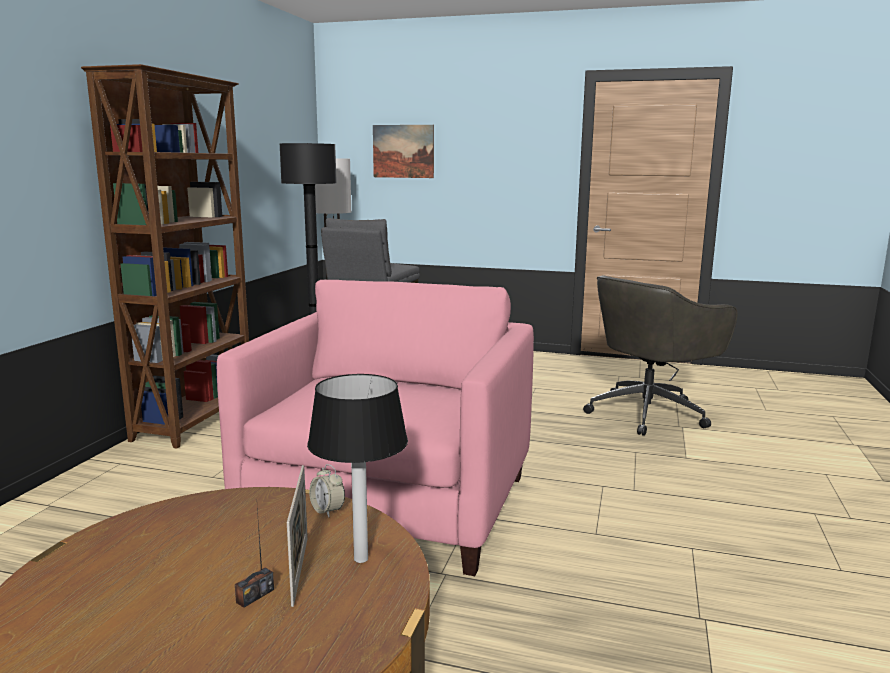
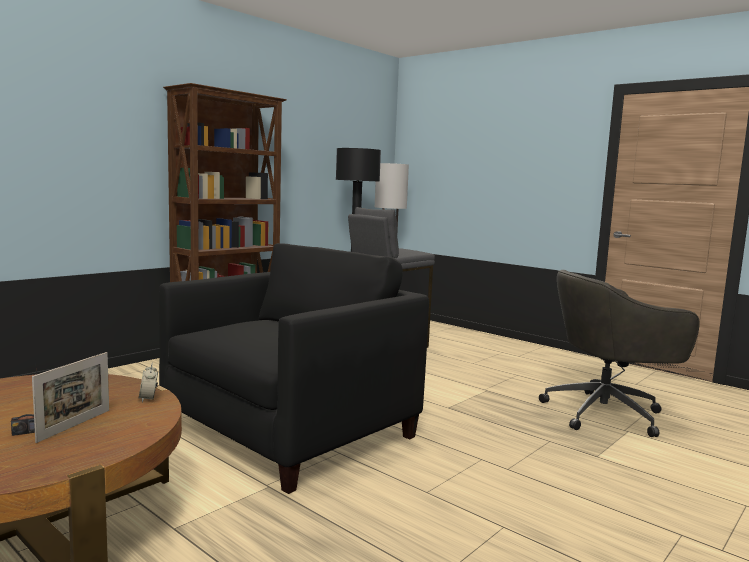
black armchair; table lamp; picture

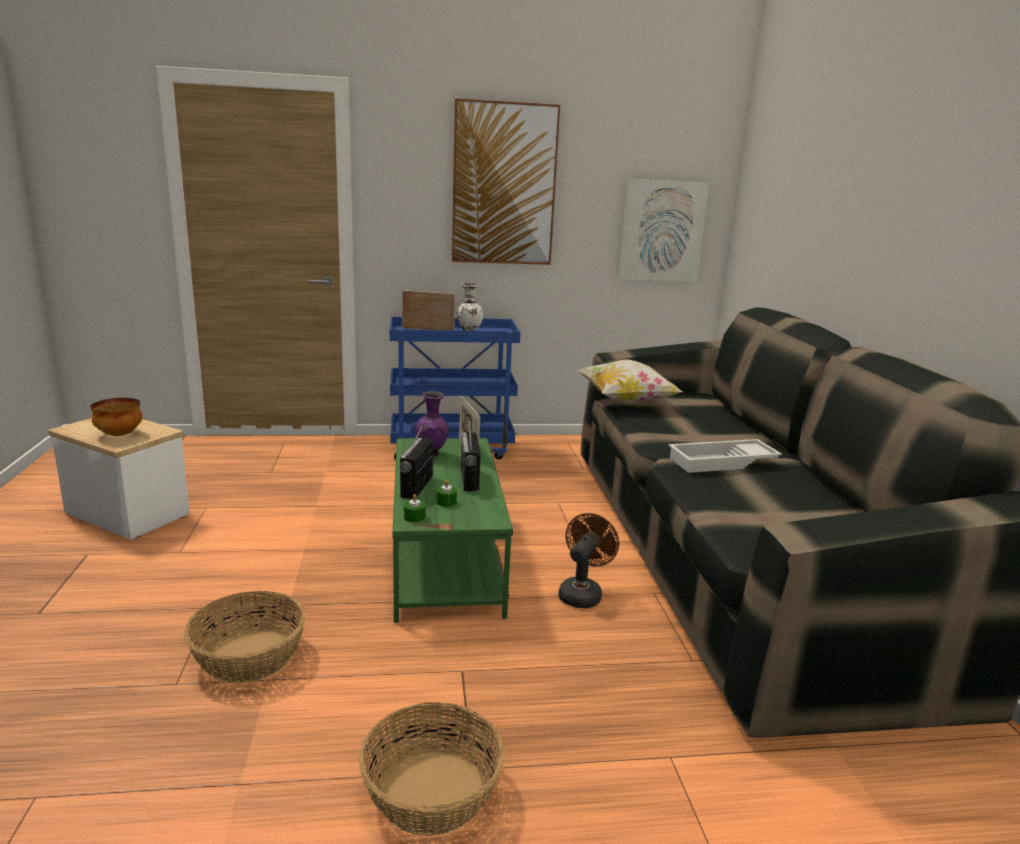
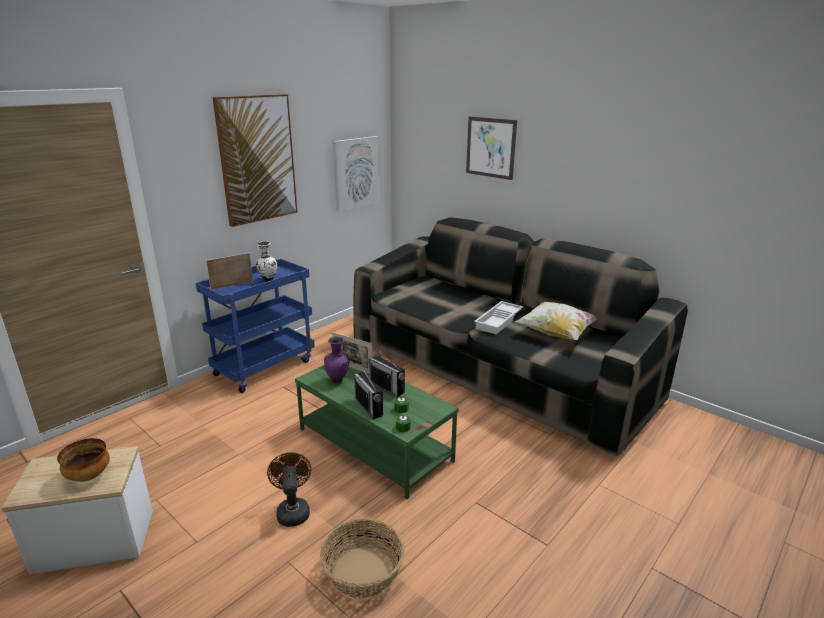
brown fan; picture (no. 3 from left); pillow; basket (no. 2 from left in the first image)

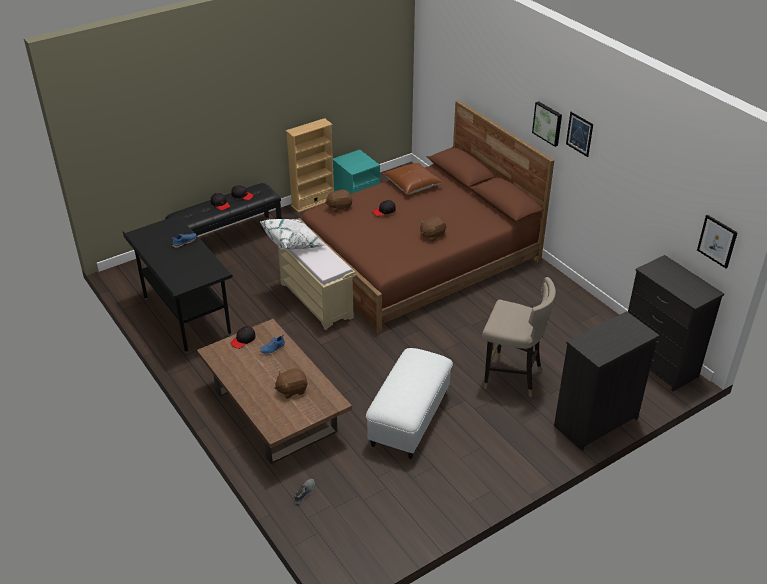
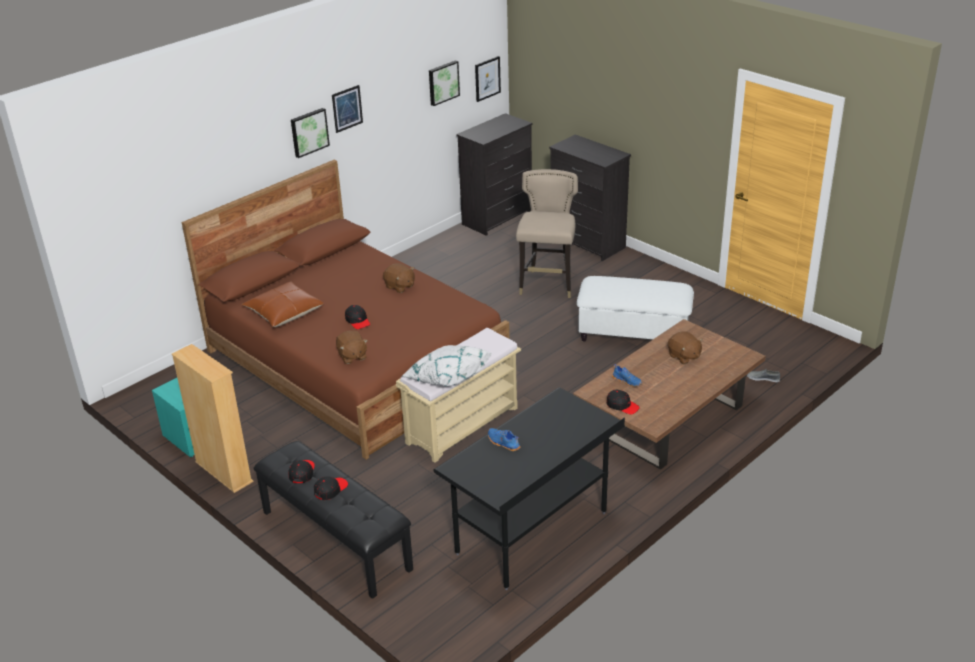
picture (no. 3 from left)

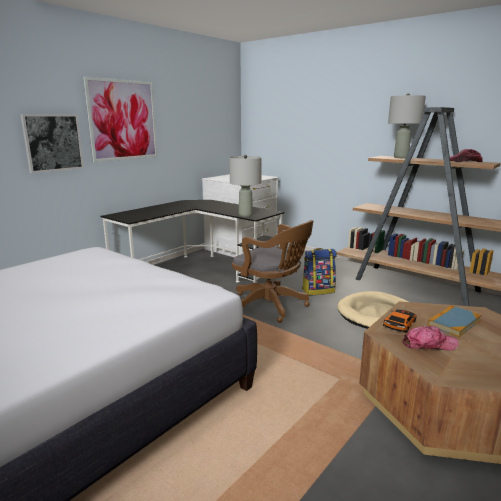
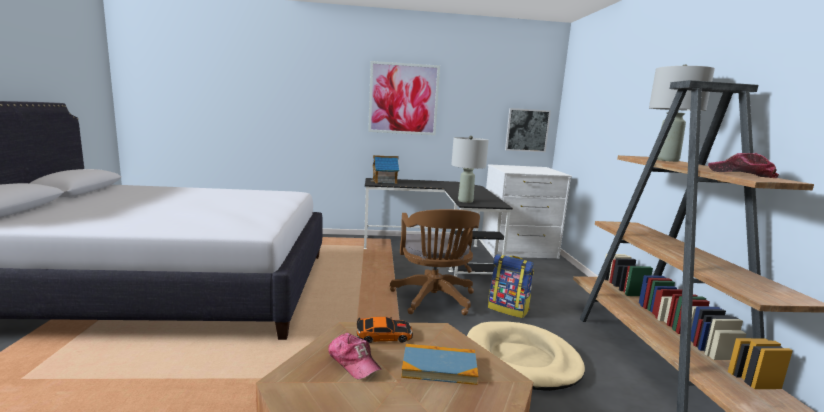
toy house; picture (no. 2 from left)

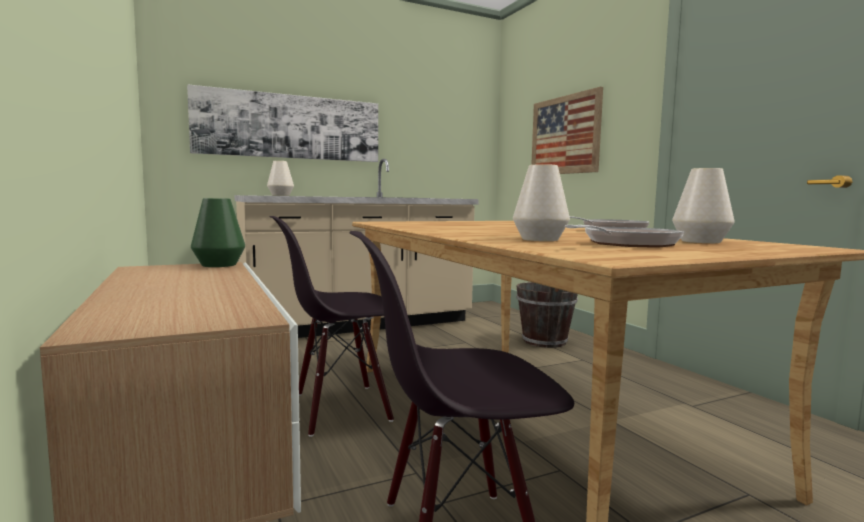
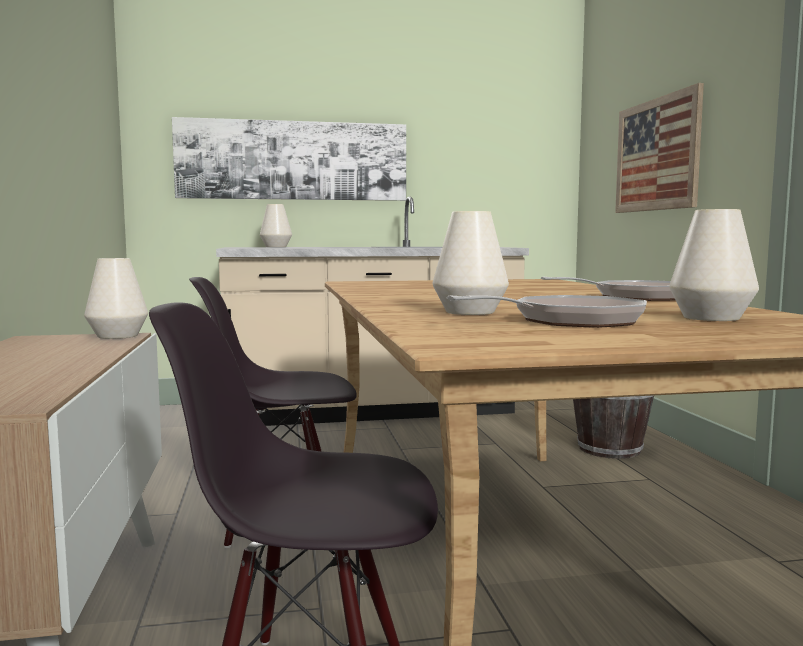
white vase (no. 1 from left)

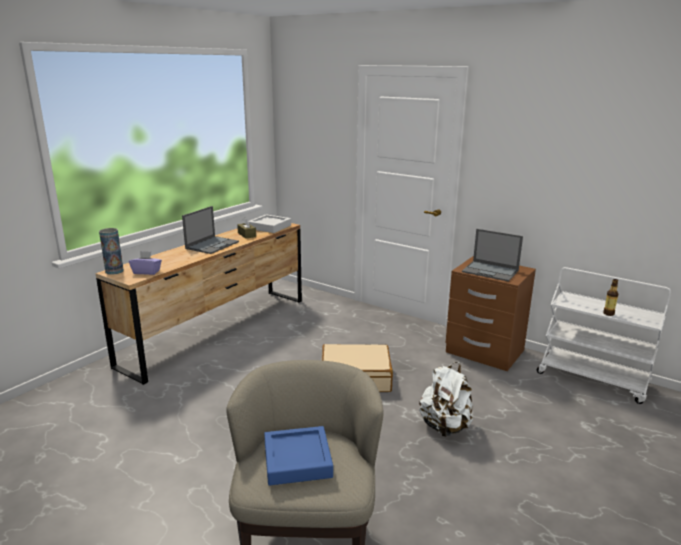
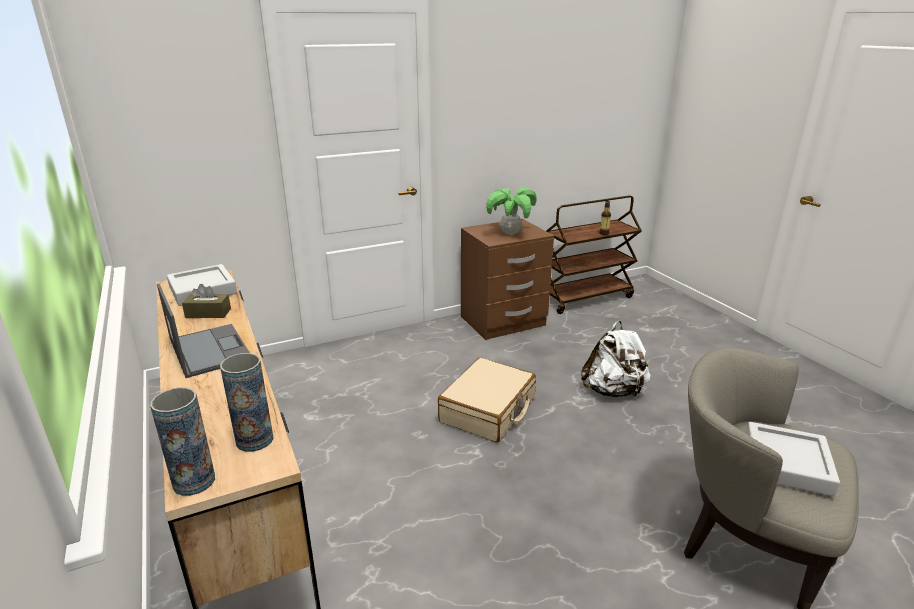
vase (no. 2 from left); potted plant; brown cart; grey tray (no. 2 from left)

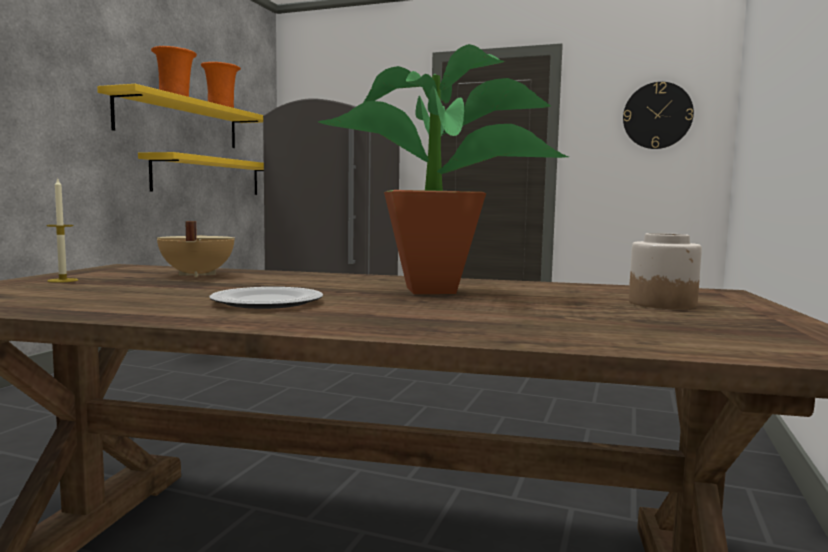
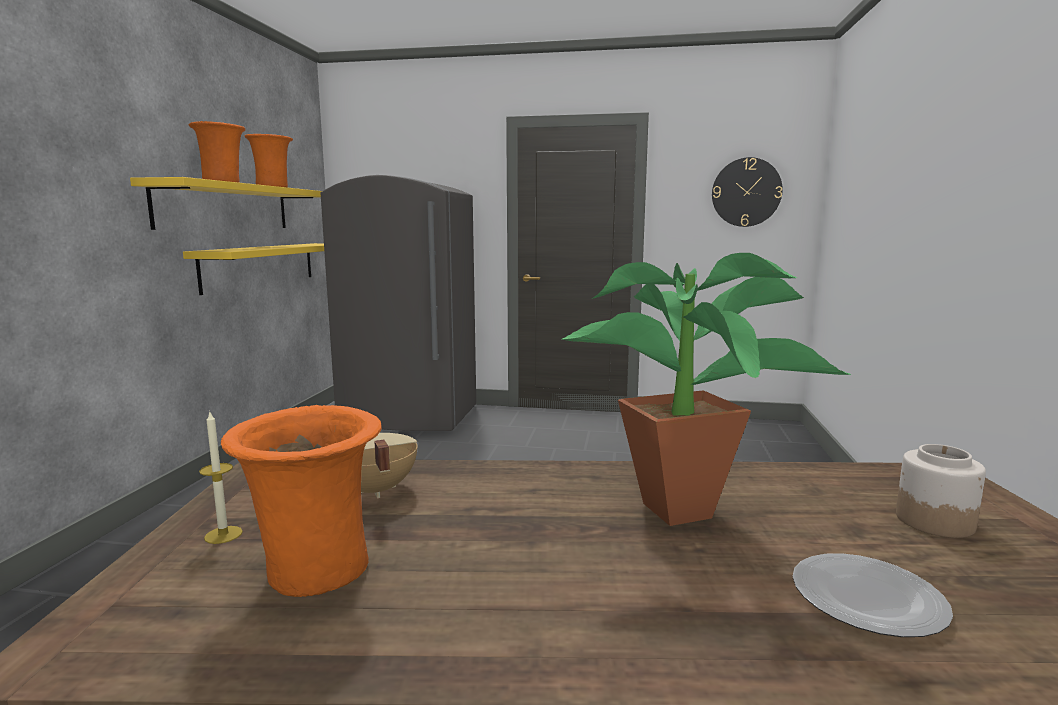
orange vase (no. 3 from left); plate

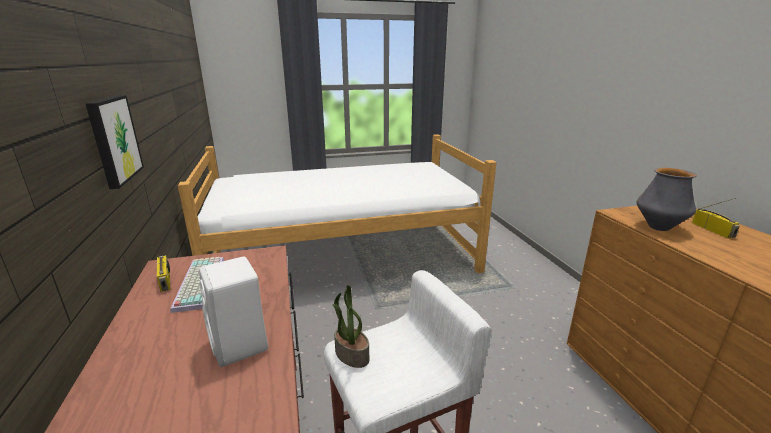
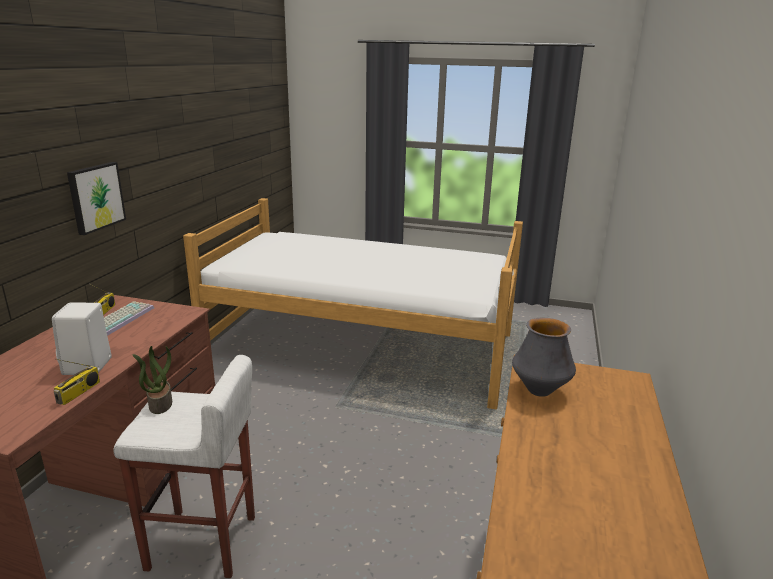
radio (no. 1 from left)

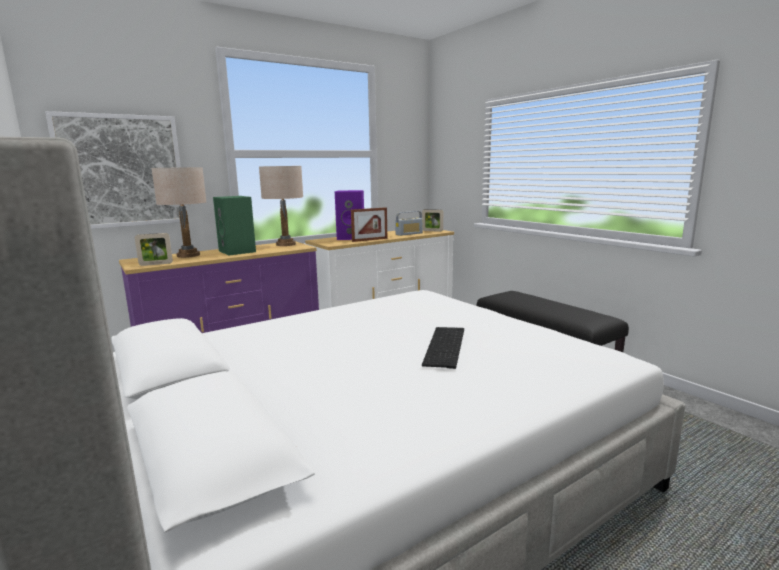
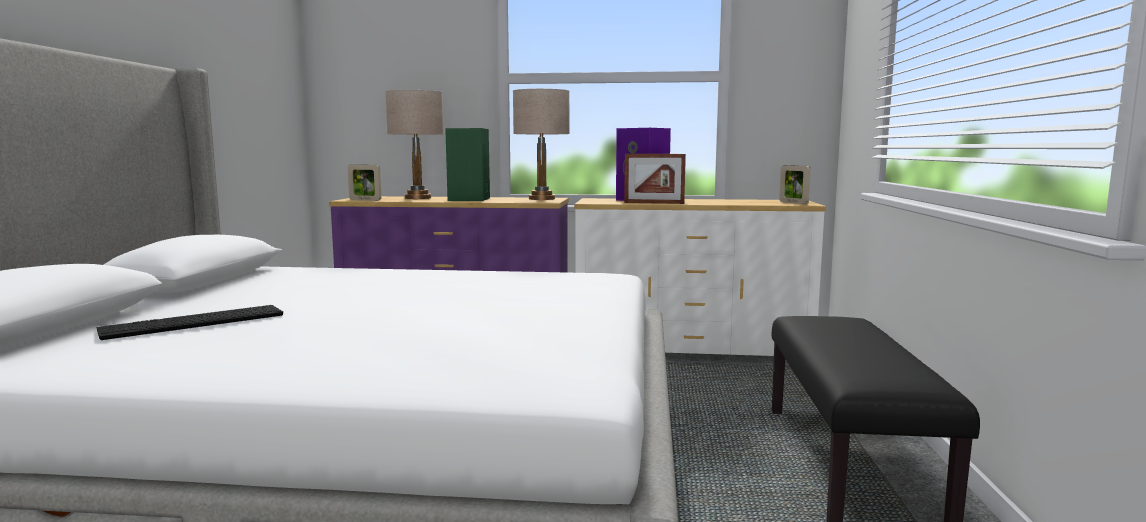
keyboard; picture; radio

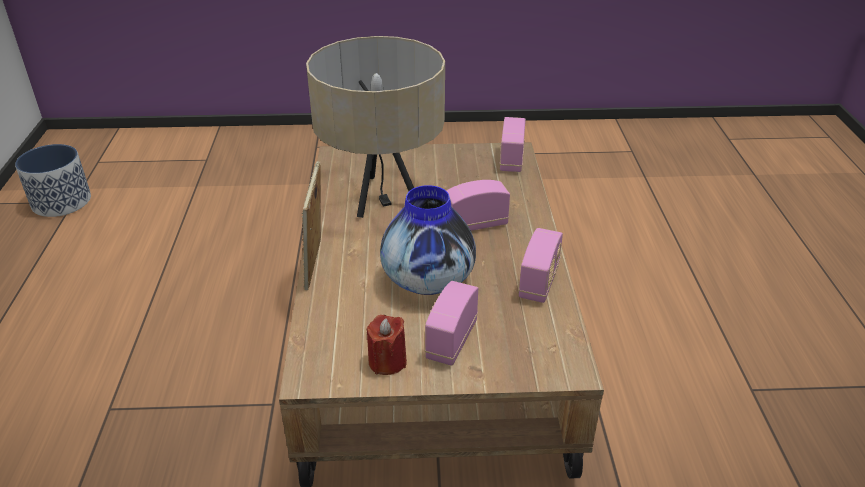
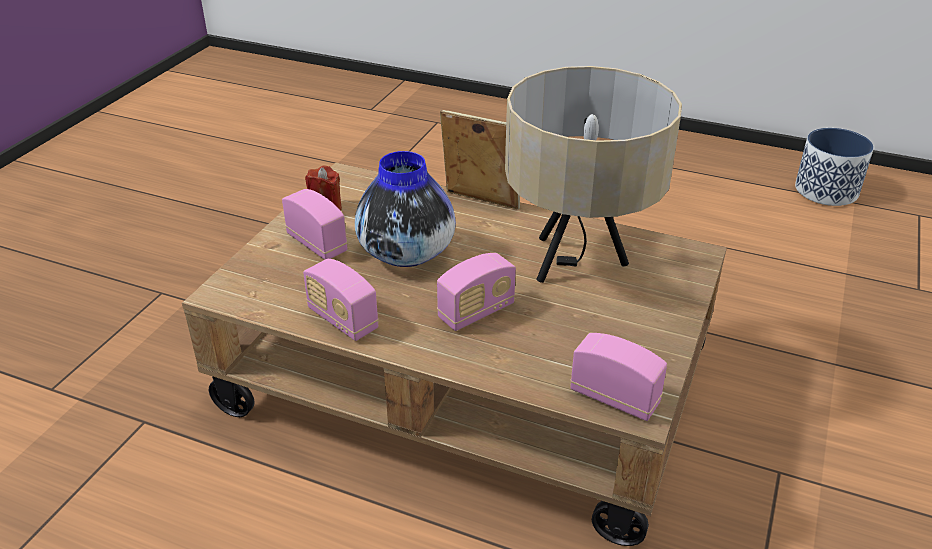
radio (no. 3 from left)

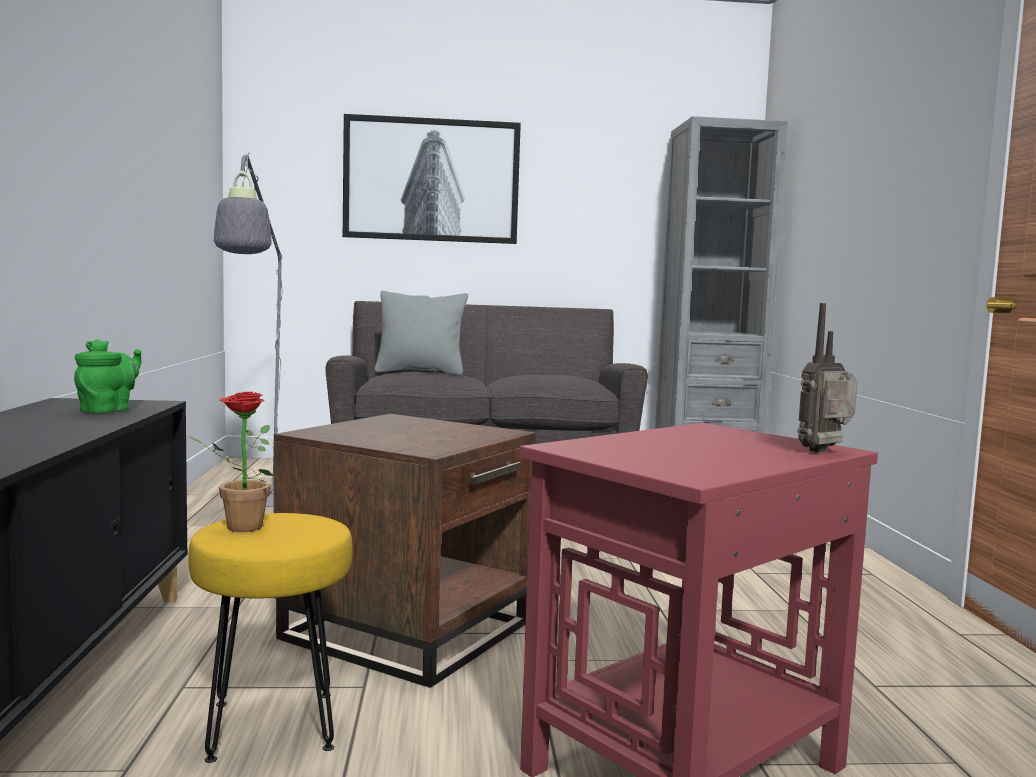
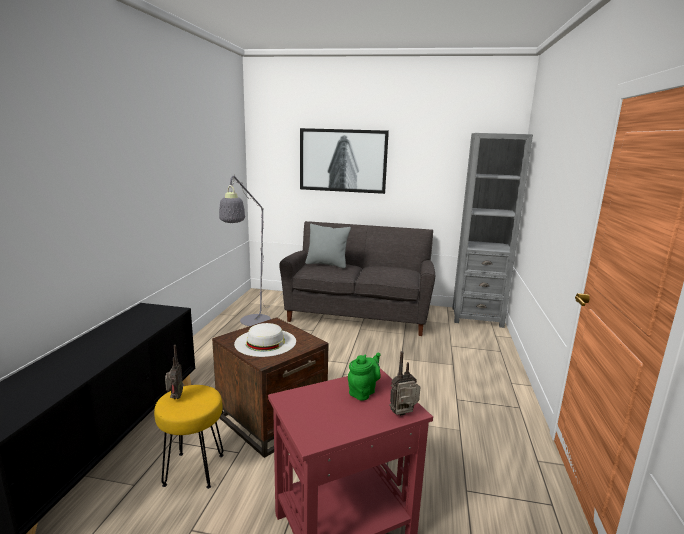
radio (no. 1 from left); white hat; green teapot

